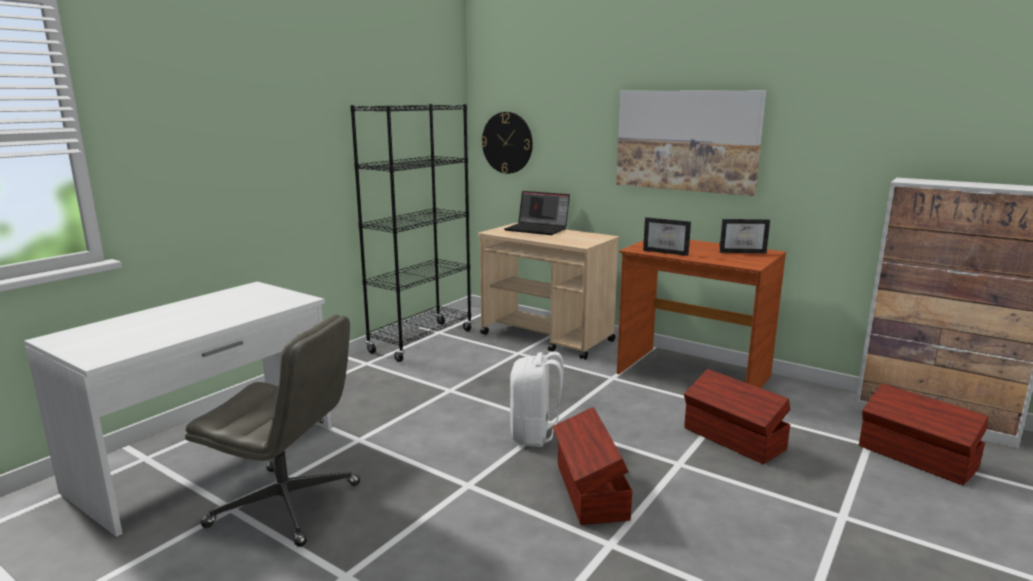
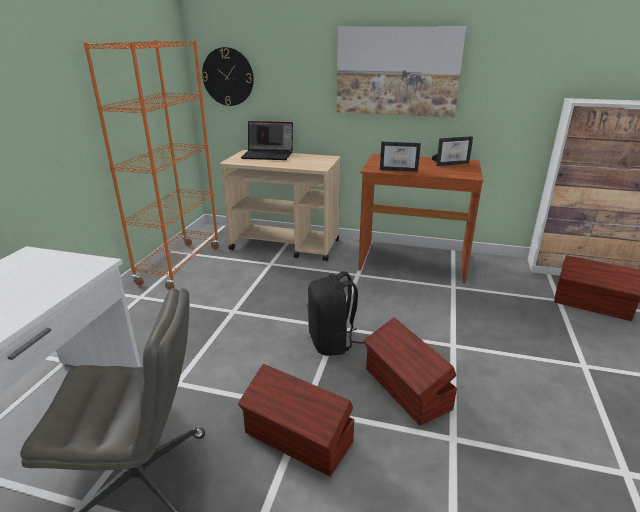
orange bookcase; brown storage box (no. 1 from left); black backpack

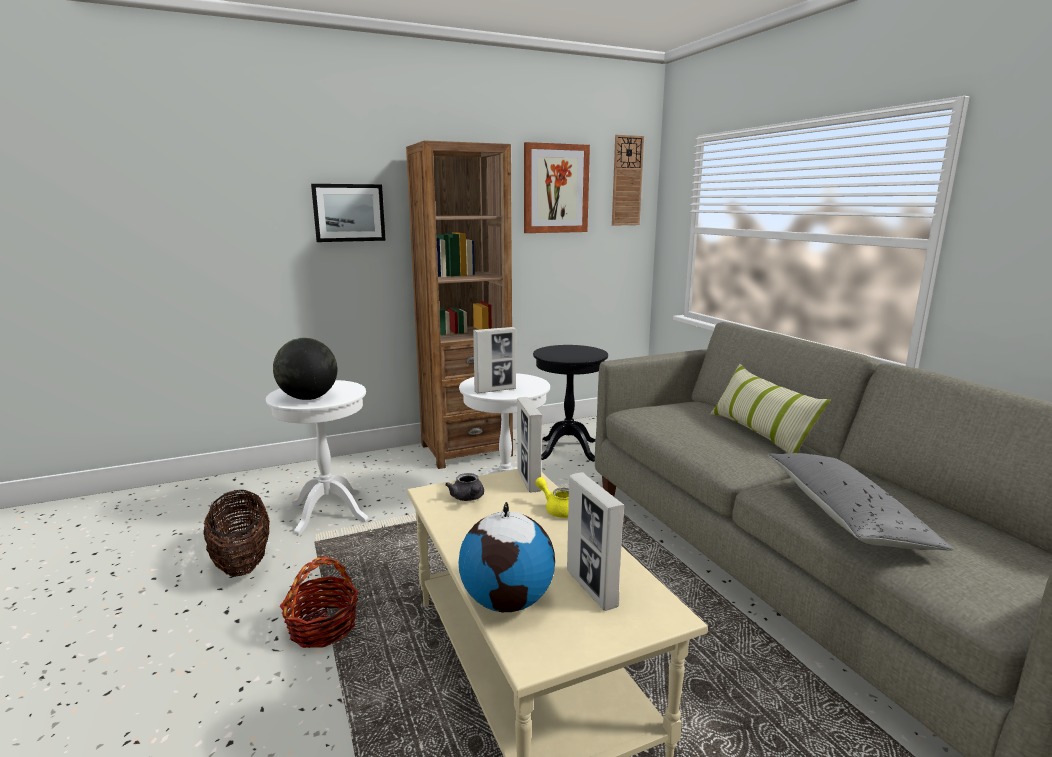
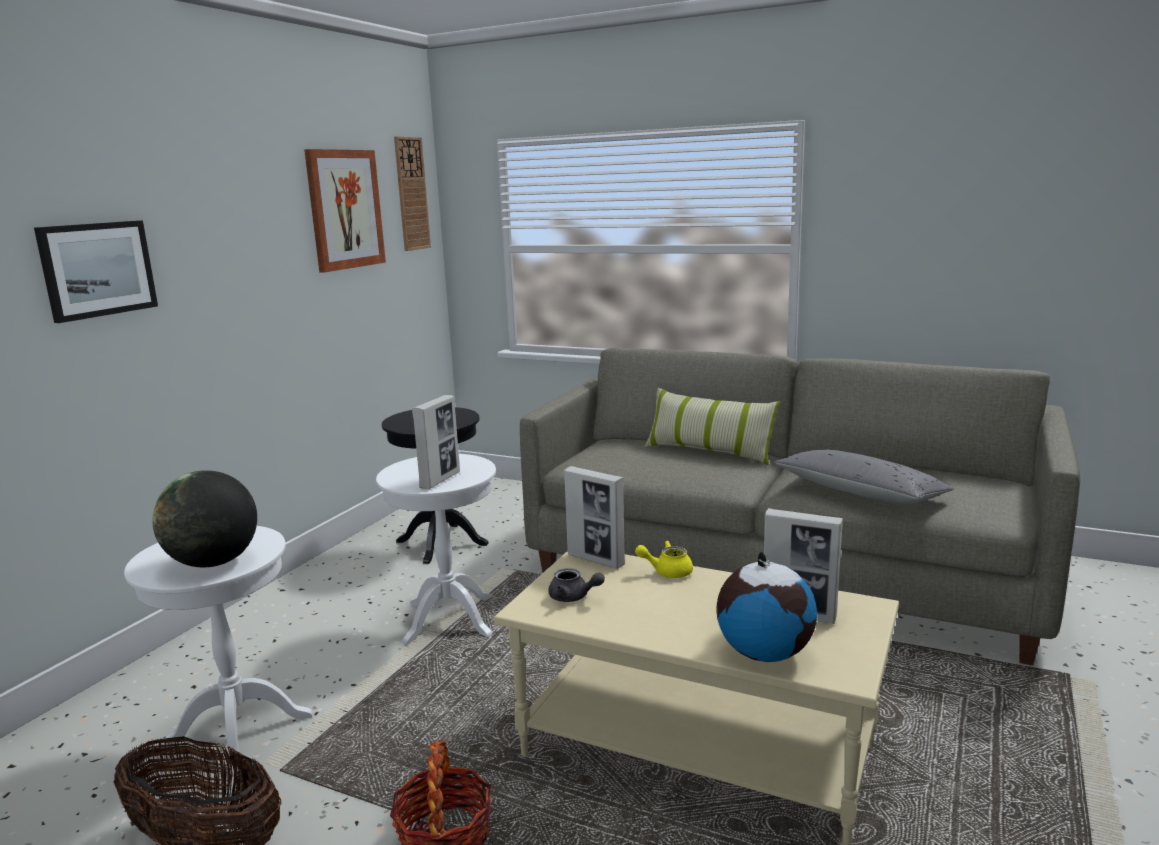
brown bookcase

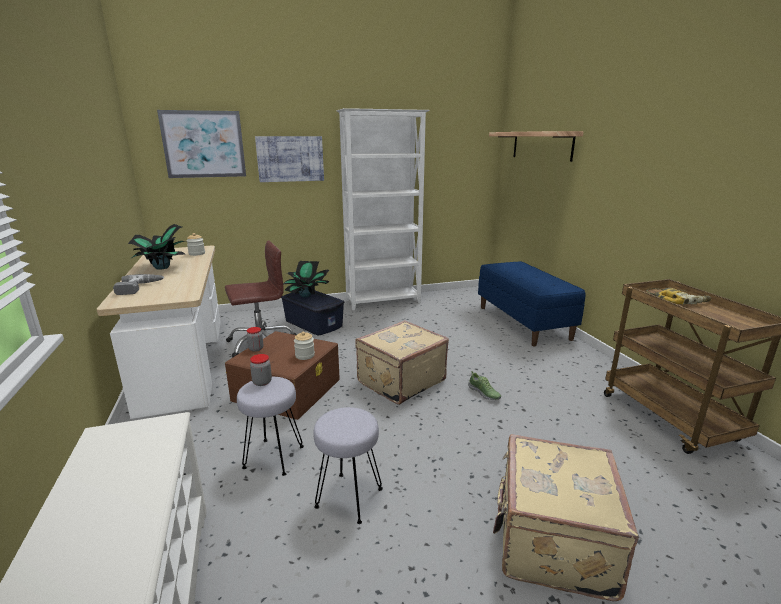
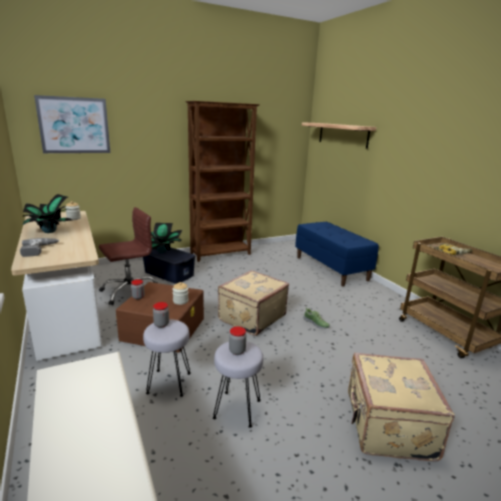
brown bookcase; jar (no. 5 from left); picture (no. 2 from left in the first image)

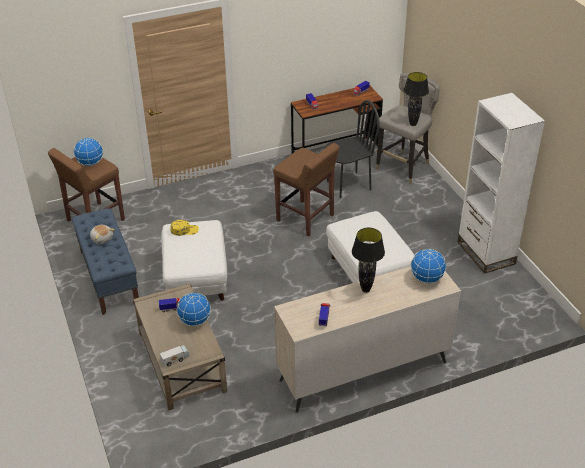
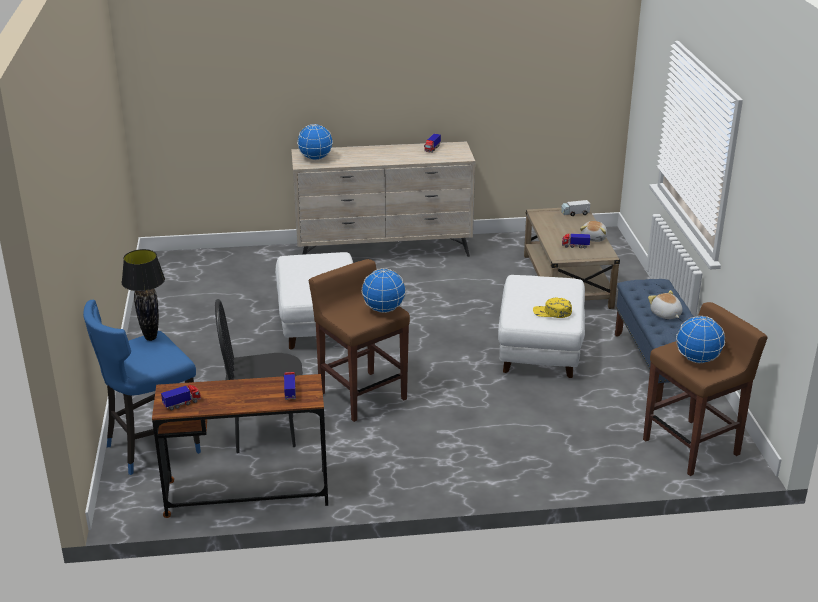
blue stool; globe (no. 2 from left); plush toy (no. 1 from left); black table lamp (no. 1 from left in the first image); white bookcase

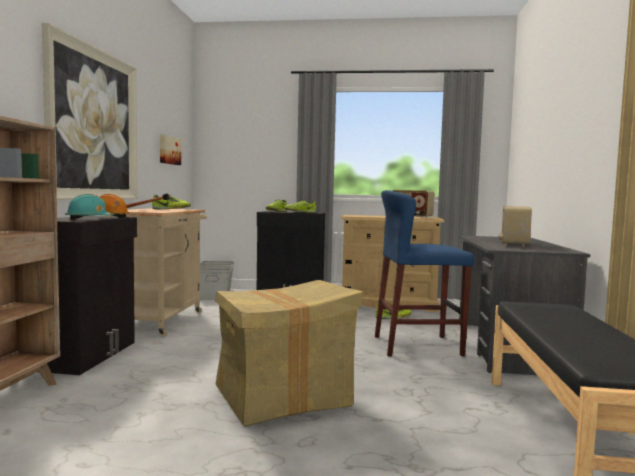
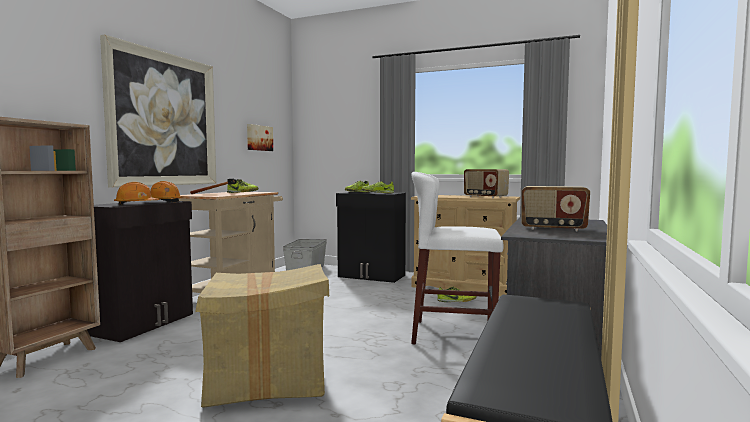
orange hard hat (no. 1 from left); white stool; radio (no. 2 from left)

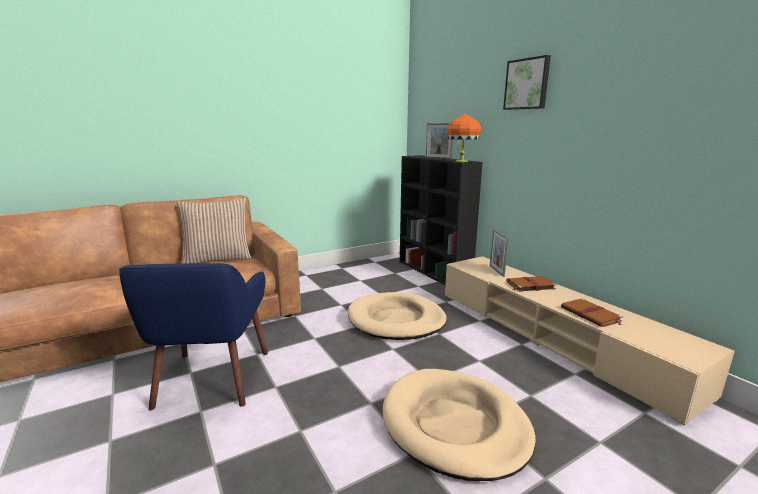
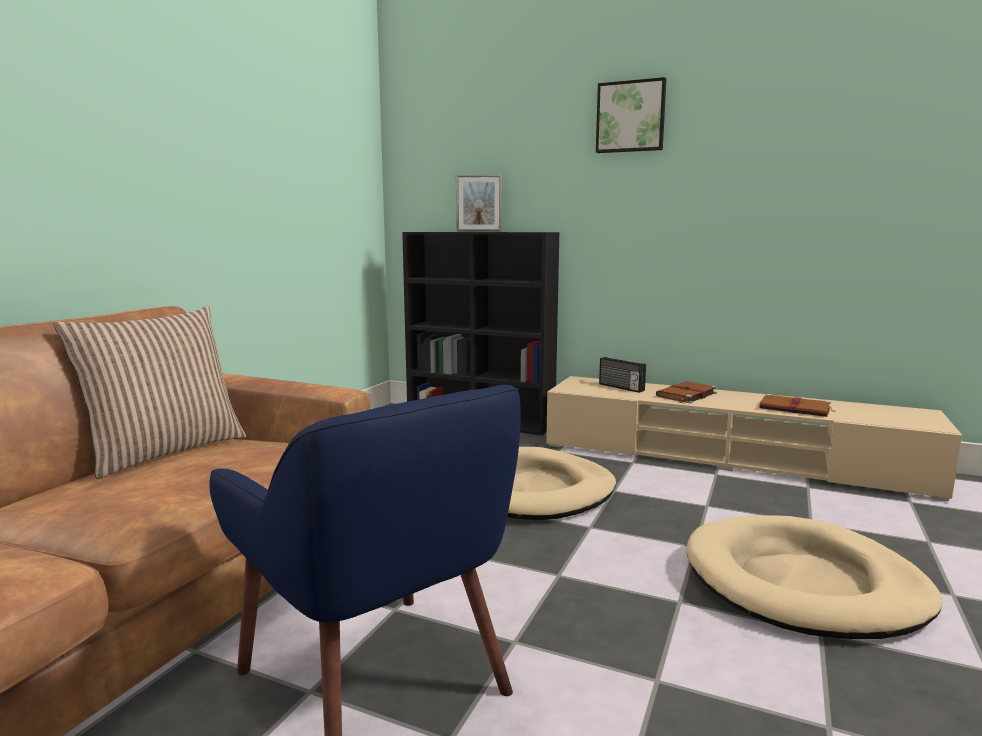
radio; orange table lamp

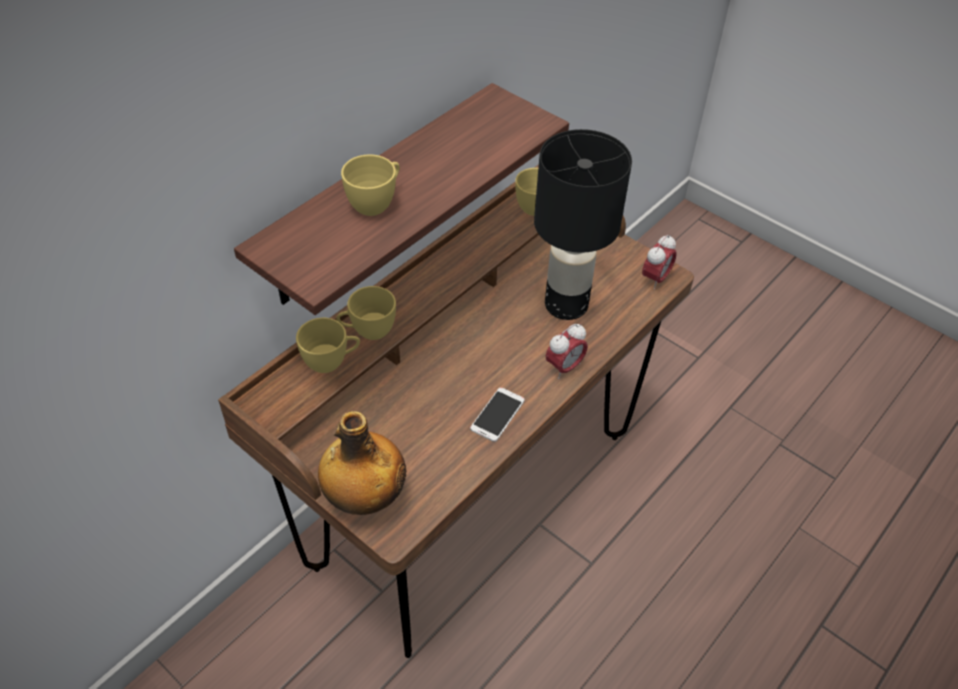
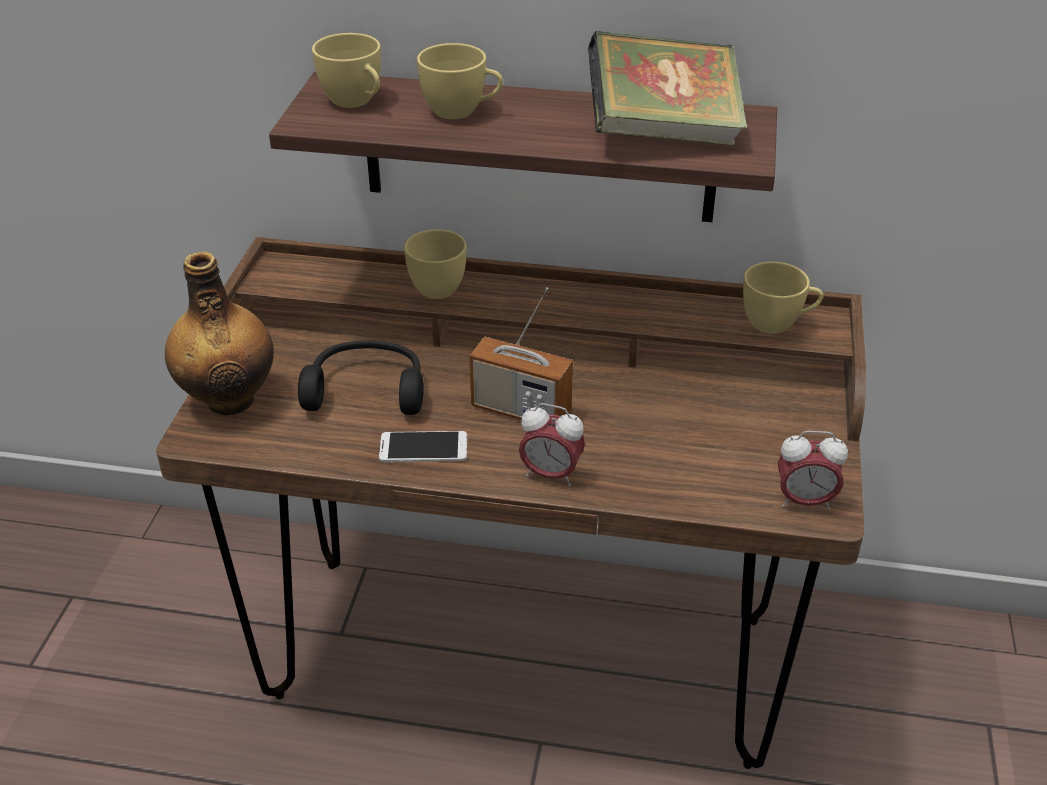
black headphones; yellow cup (no. 1 from left); radio; book; black table lamp

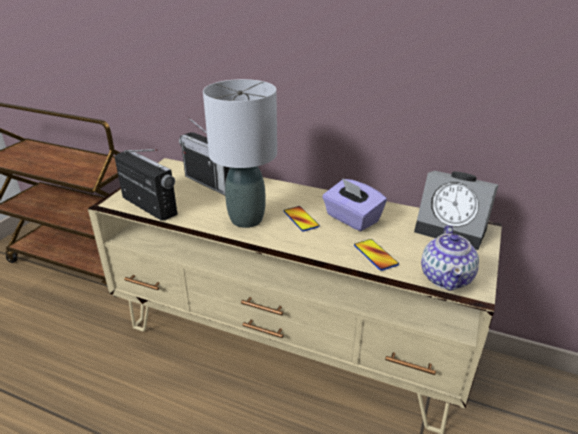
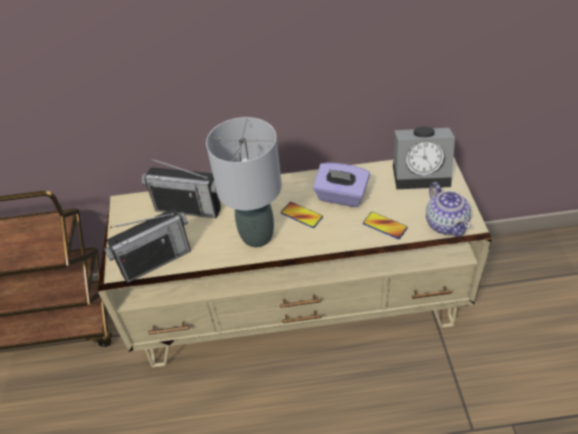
radio (no. 1 from left)

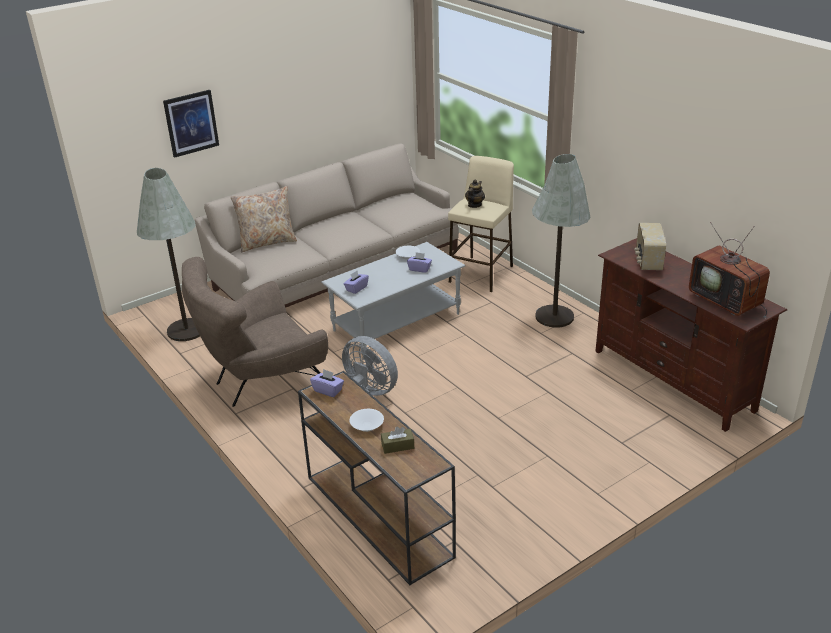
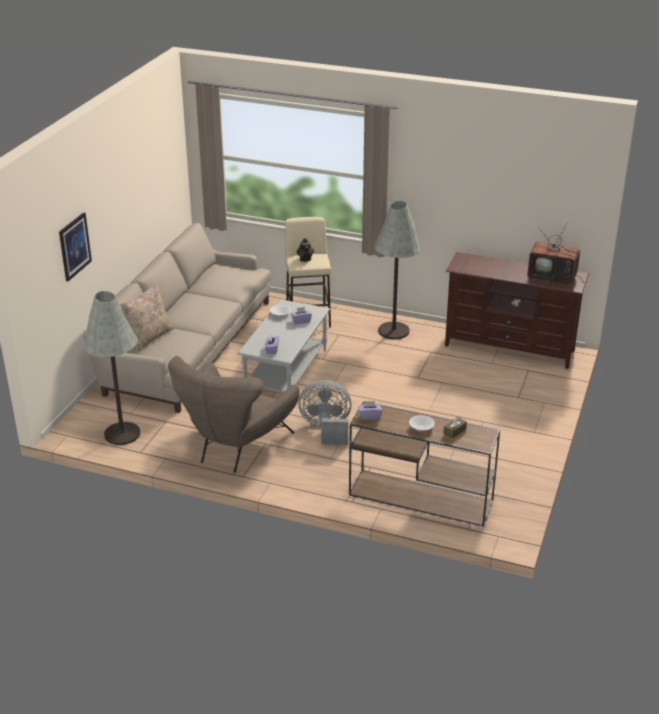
radio

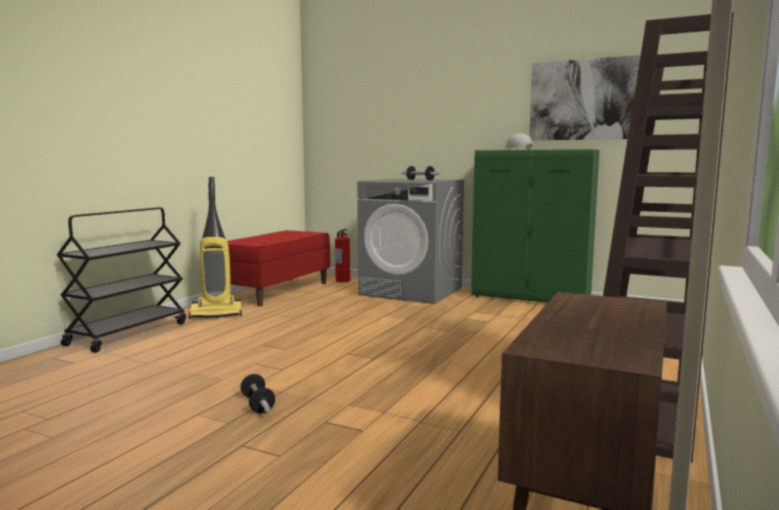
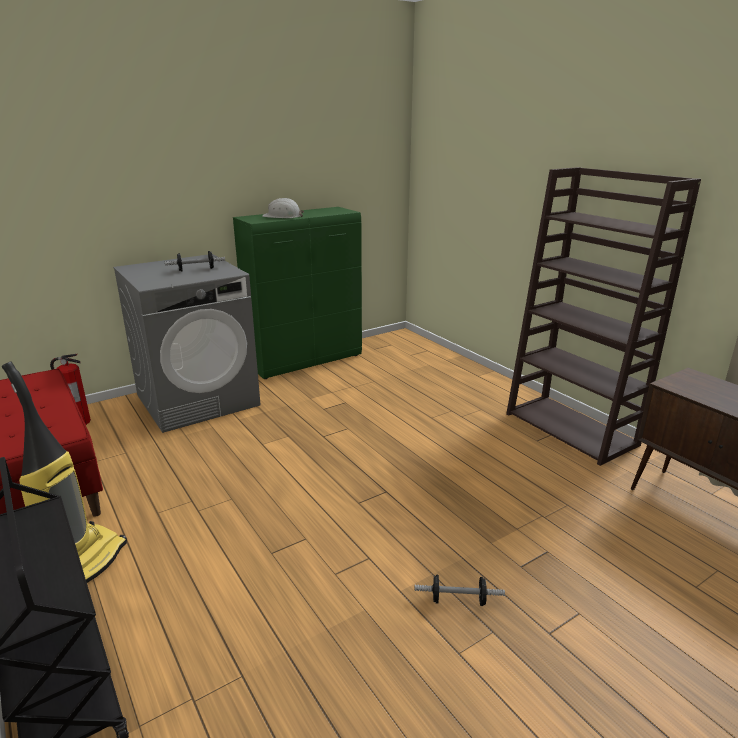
picture

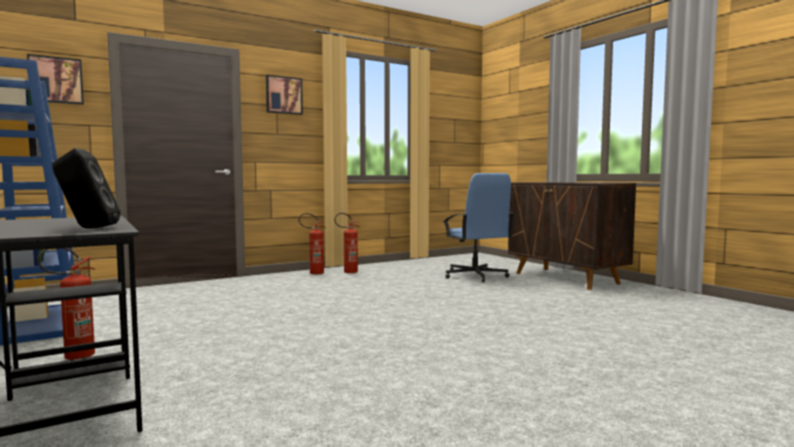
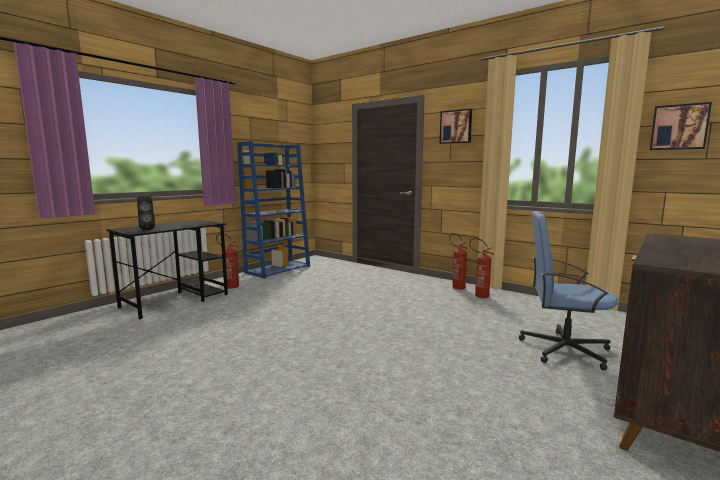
blue office chair; picture (no. 2 from left)

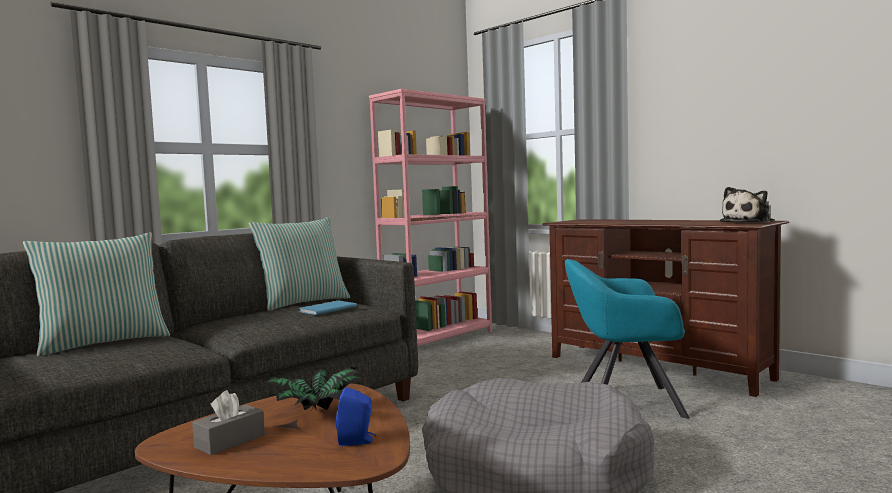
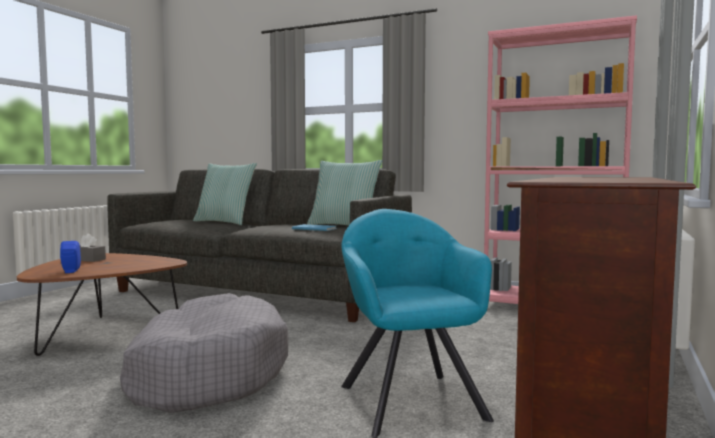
potted plant; plush toy

